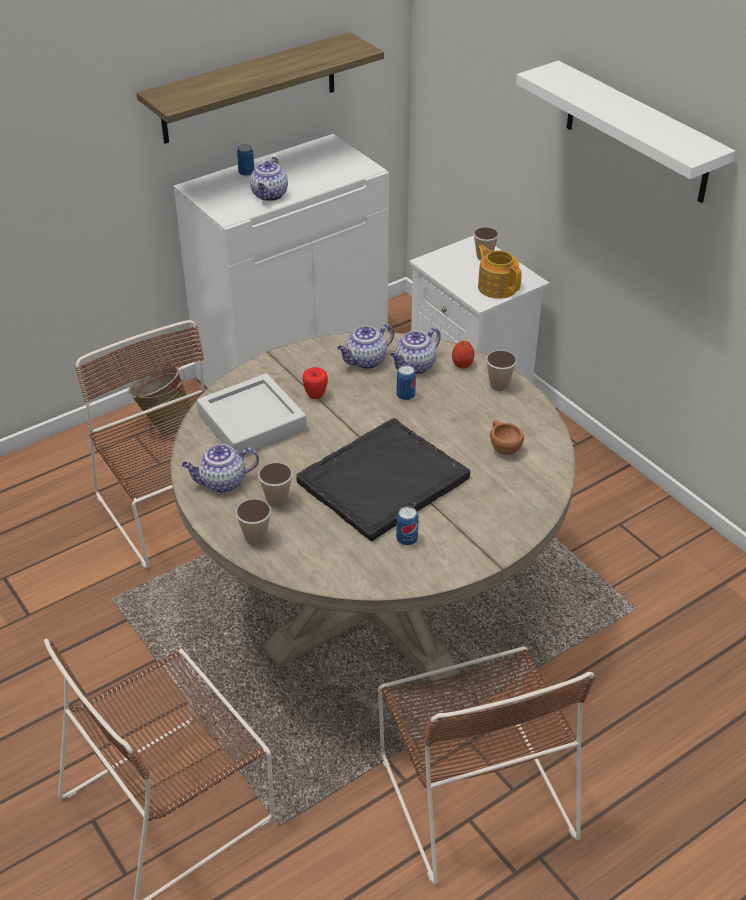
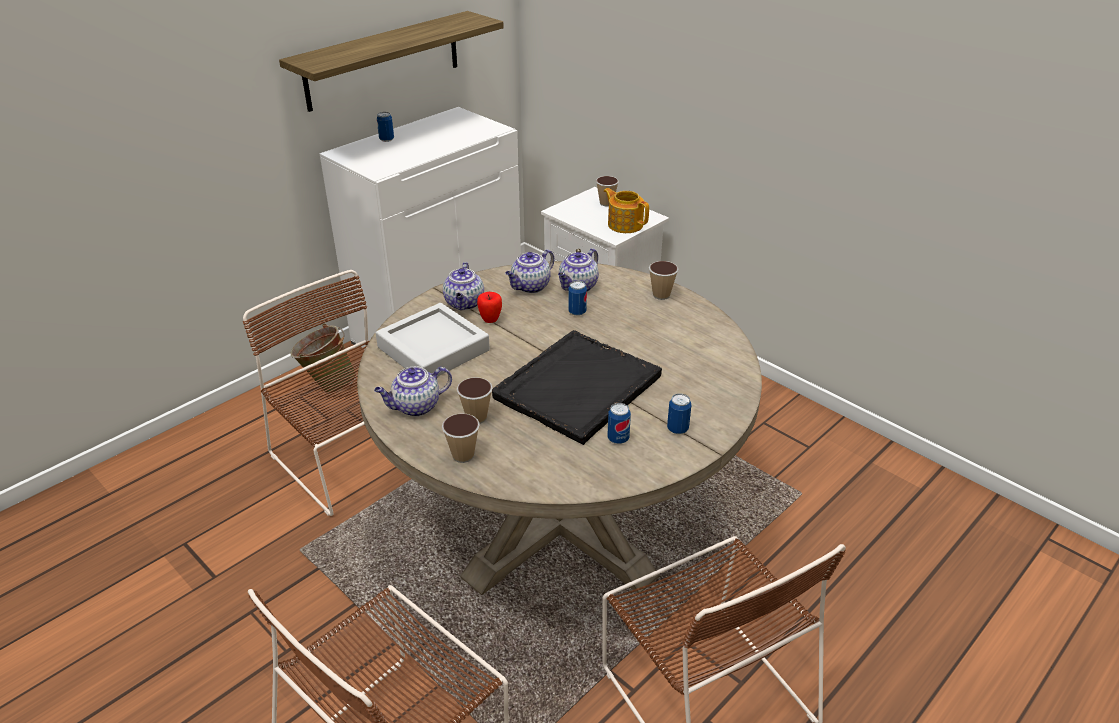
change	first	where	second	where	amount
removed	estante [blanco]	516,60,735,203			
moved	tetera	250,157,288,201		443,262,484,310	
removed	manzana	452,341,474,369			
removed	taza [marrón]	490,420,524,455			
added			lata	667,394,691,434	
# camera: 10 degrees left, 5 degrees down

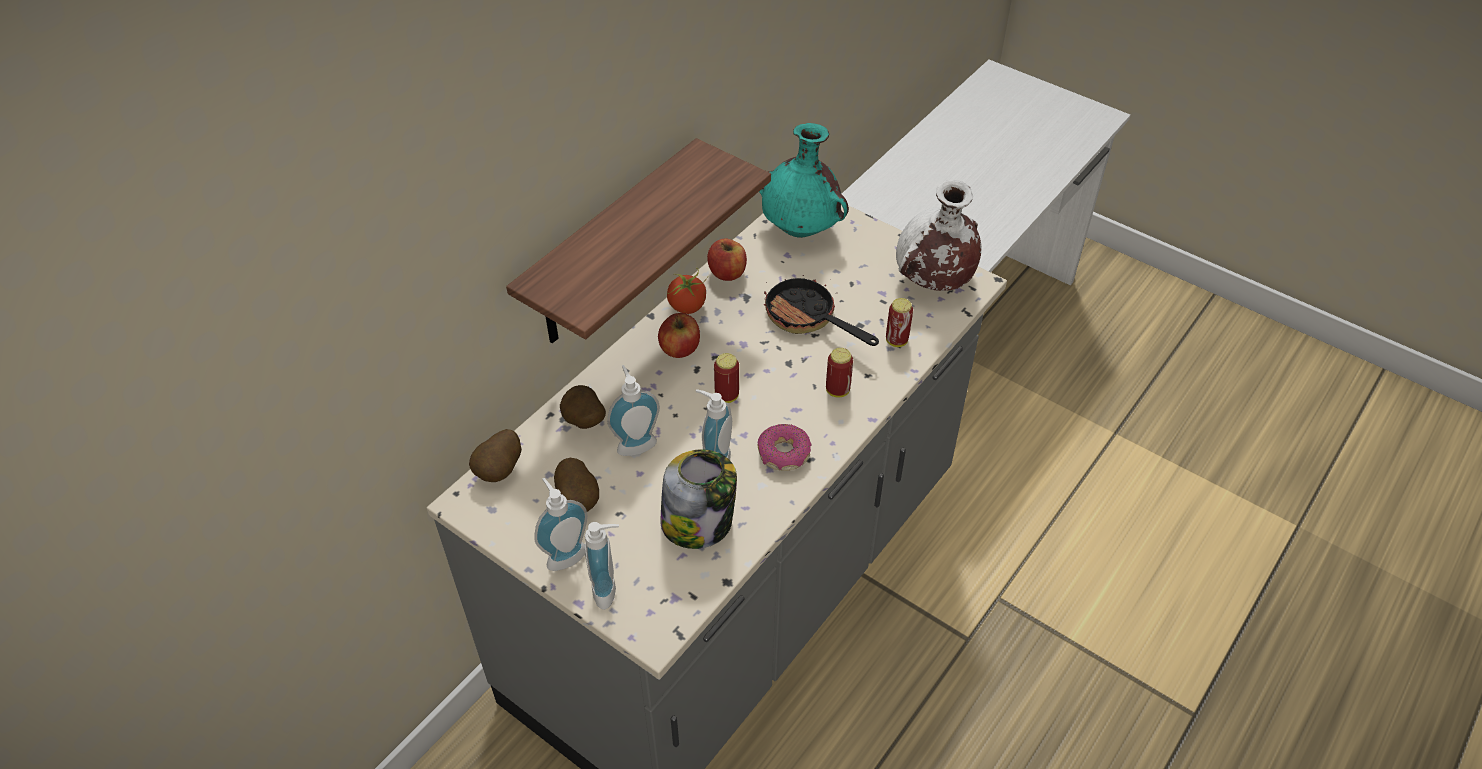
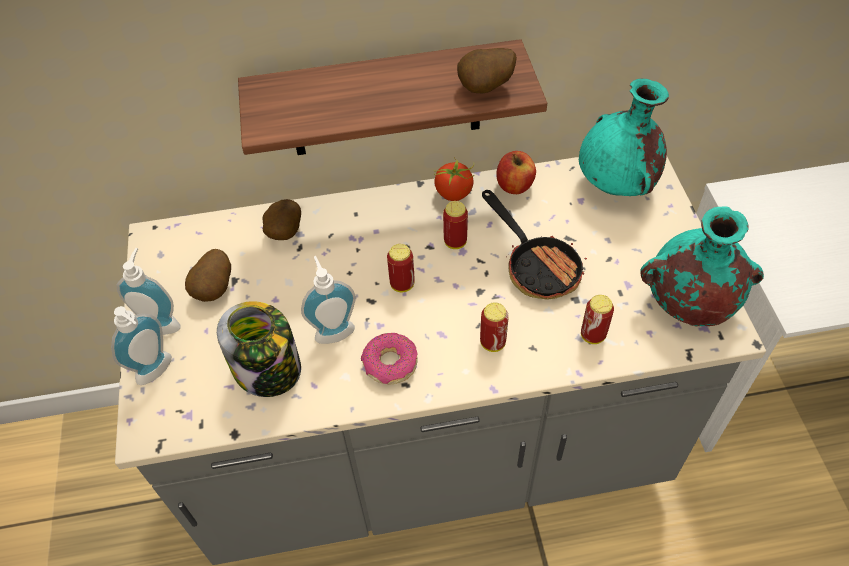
change	first	where	second	where	amount
recoloured	florero [blanco]	896,180,982,291	florero [turquesa]	640,207,764,326	
turned	sartén	764,275,879,346		482,190,587,300	150 degrees clockwise
removed	manzana	658,313,700,358			
removed	dispensador de jabón	607,365,660,456			
moved	patata	469,429,521,482		457,48,517,93	
added			lata	443,201,468,249	
# camera: 45 degrees right, 5 degrees up

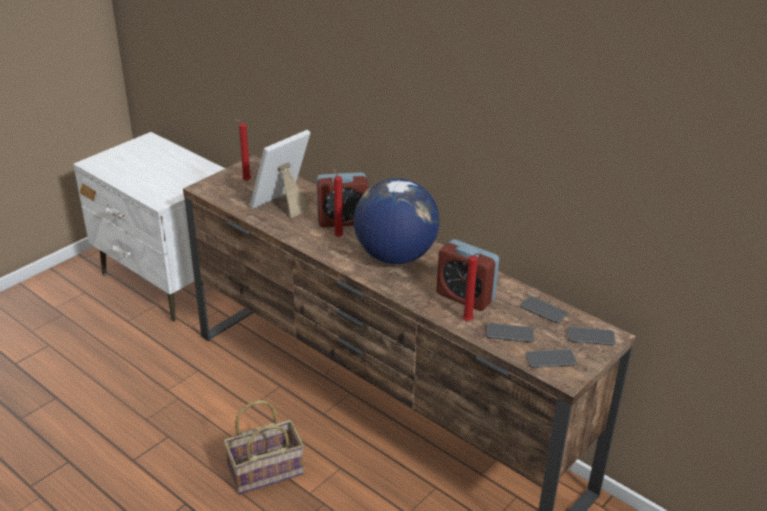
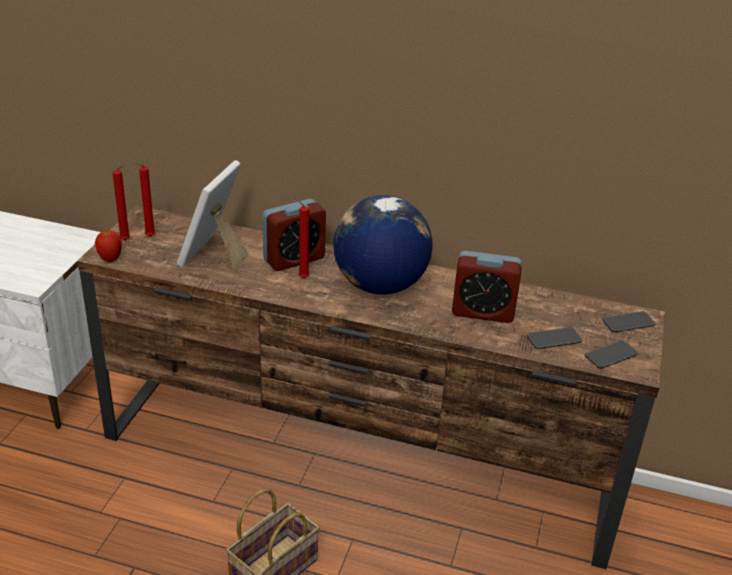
change	first	where	second	where	amount
moved	vela [rojo]	463,253,482,321		113,165,130,240	
removed	móvil	520,296,568,323			
added			manzana	95,230,122,262	
# camera: 25 degrees left, 0 degrees up

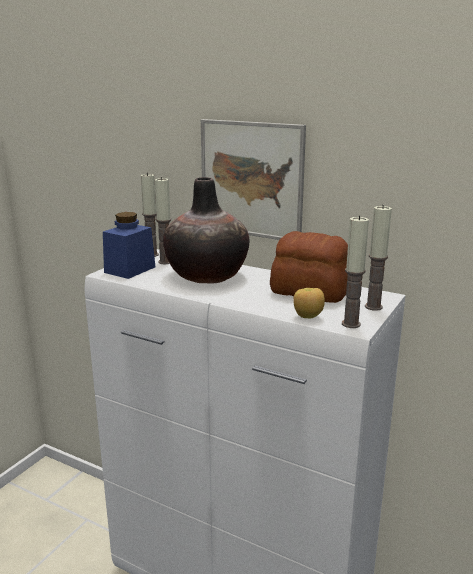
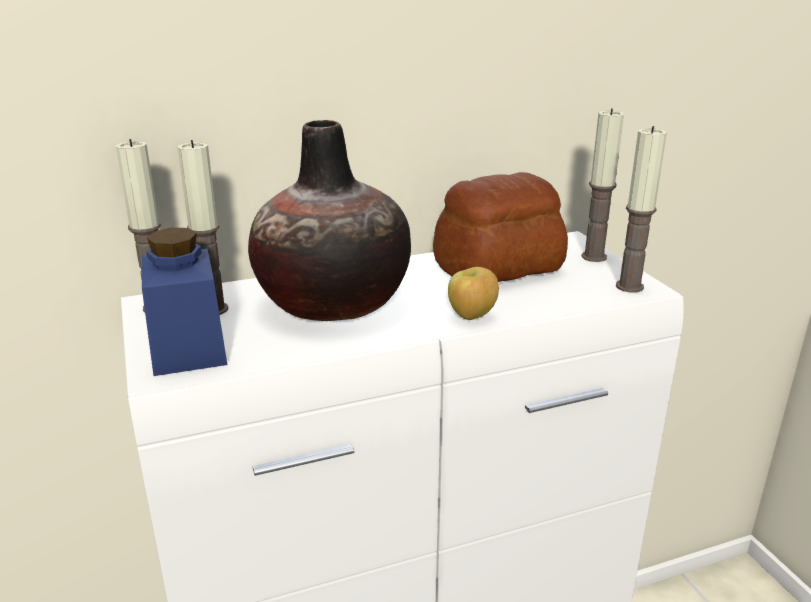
change	first	where	second	where	amount
removed	cuadro	201,119,306,240			
moved	manzana	293,288,325,319		448,267,499,320	
# camera: 50 degrees left, 5 degrees up

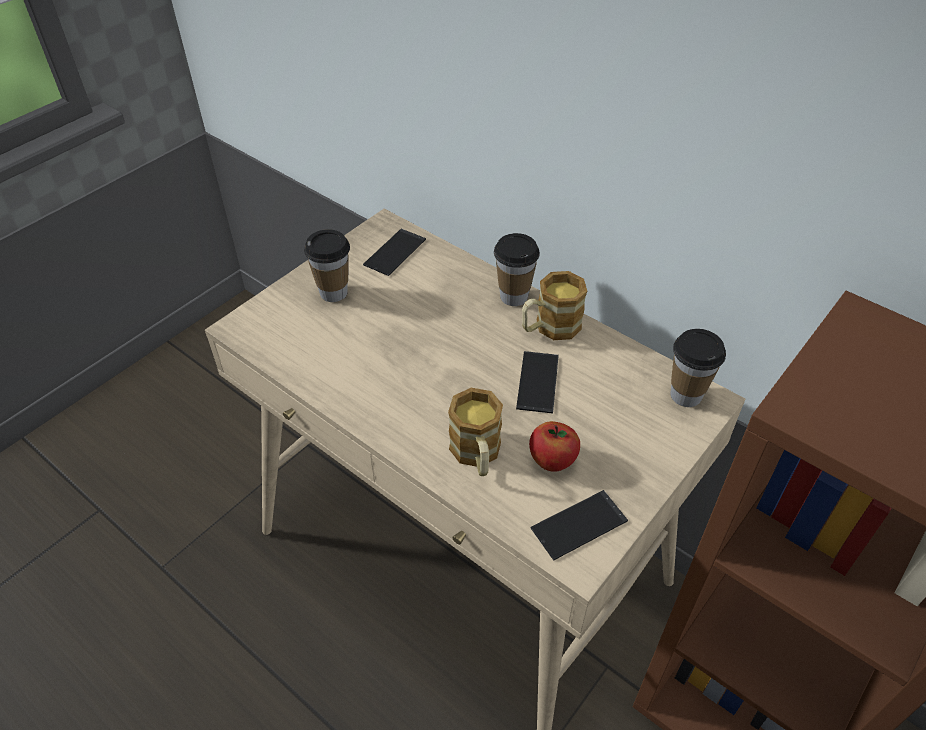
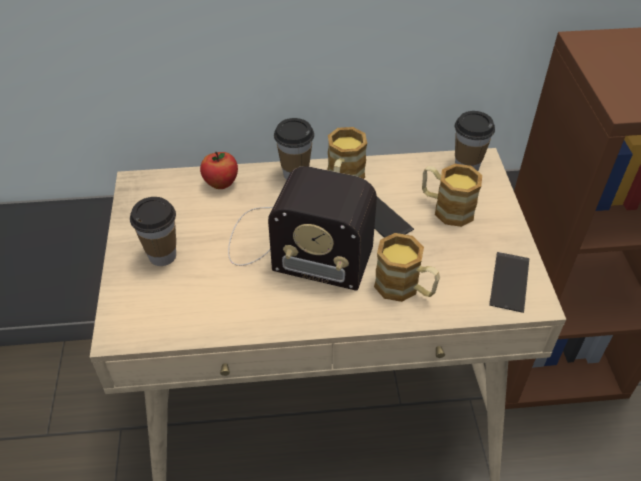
change	first	where	second	where	amount
removed	móvil	363,229,426,276			
moved	manzana	529,421,580,472		200,152,238,189	
added			taza grande	422,164,482,227	
added			radio	228,166,377,291	
# camera: 45 degrees left, 0 degrees up

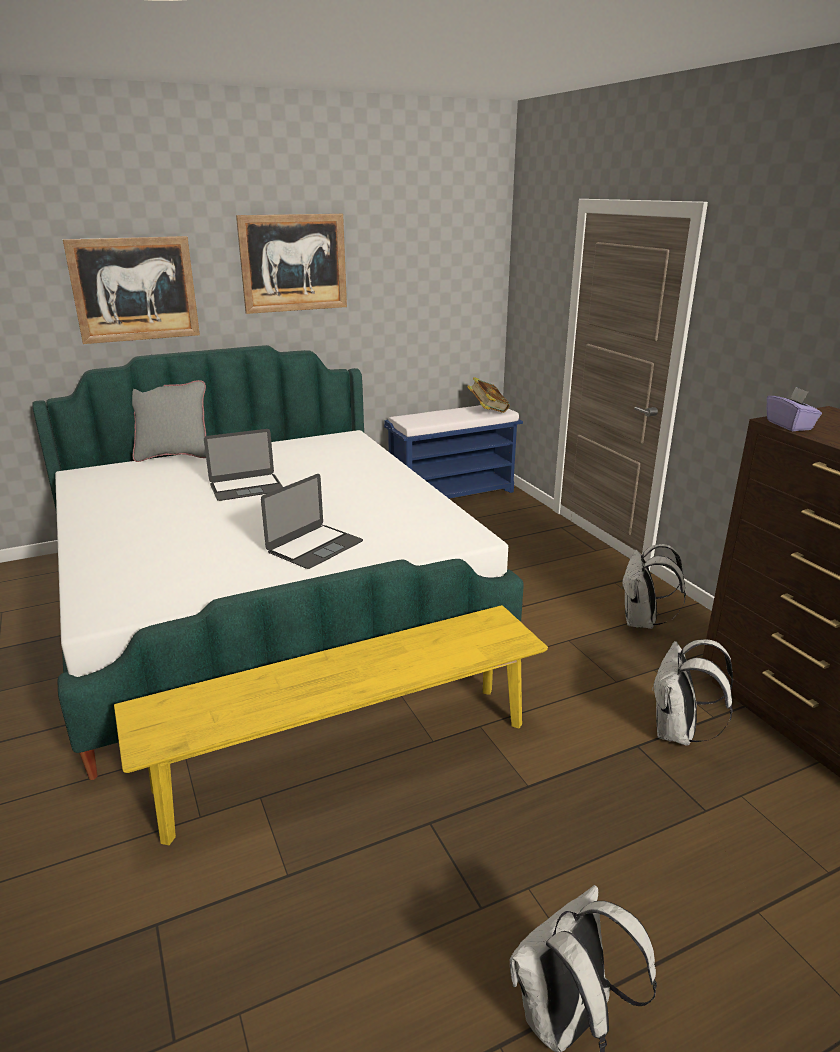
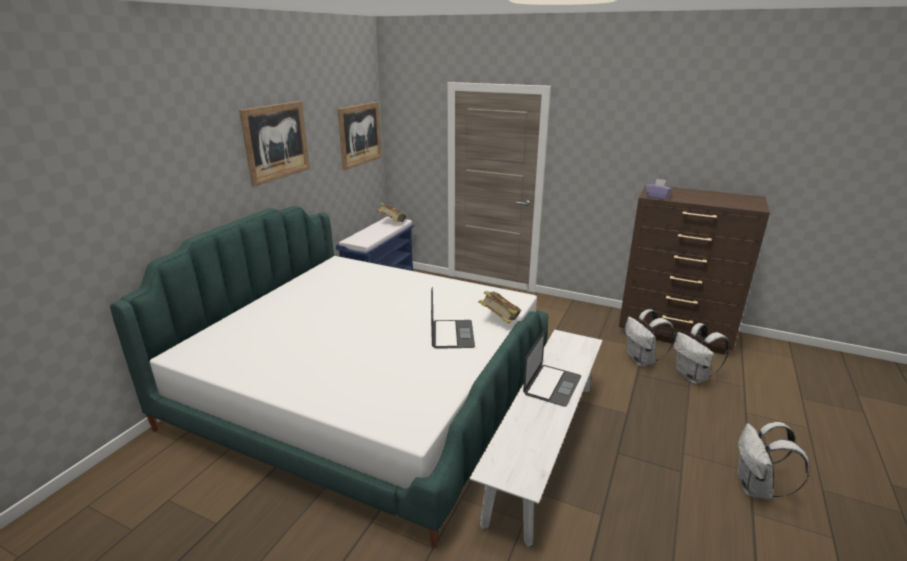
change	first	where	second	where	amount
moved	cuadro	63,236,200,344		337,102,382,170	
removed	cojín [gris]	132,380,206,462			
moved	portátil	204,429,283,501		523,331,581,407	
moved	mochila [blanco]	621,544,686,629		674,323,729,384	
recoloured	banco [amarillo]	114,605,548,845	banco [blanco]	470,330,603,547	
added			libro	478,291,521,323	
# camera: 40 degrees left, 0 degrees up

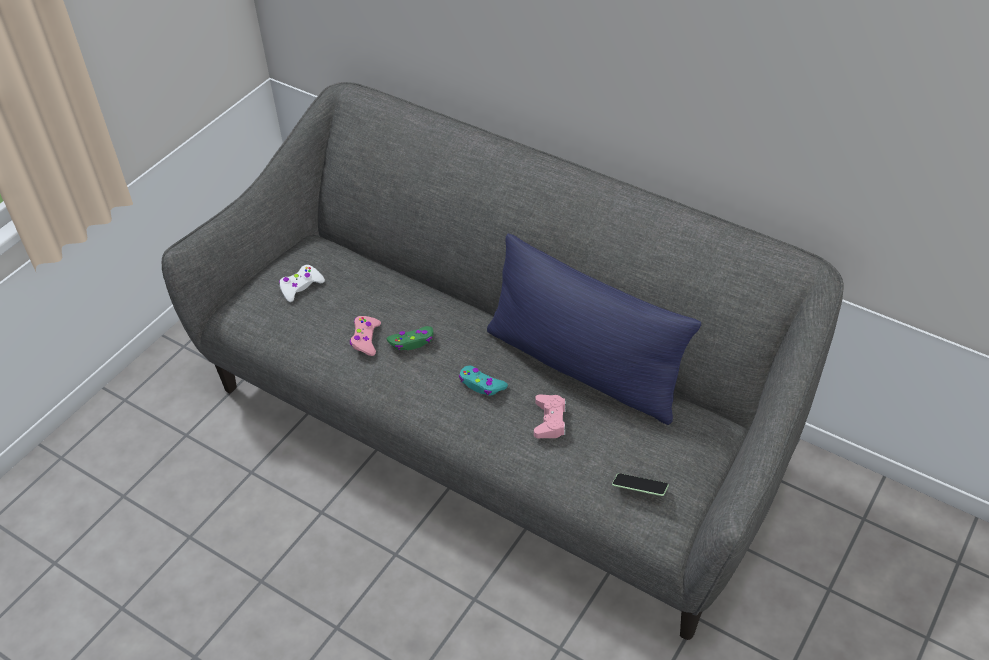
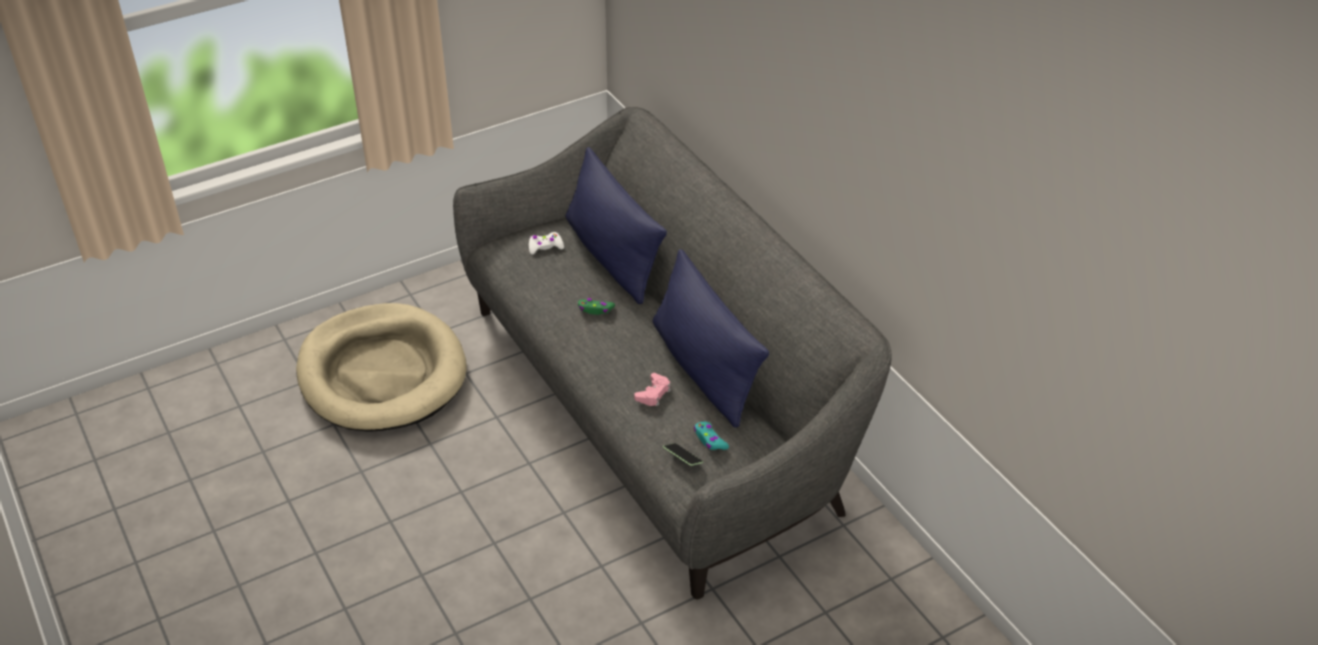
change	first	where	second	where	amount
removed	mando de consola [rosa]	350,316,381,356			
moved	mando de consola [turquesa]	459,366,508,396		694,422,729,450	
added			cojín [azul]	566,147,667,304	
added			cama para perro [beis]	296,303,467,432	
# camera: 25 degrees right, 5 degrees down

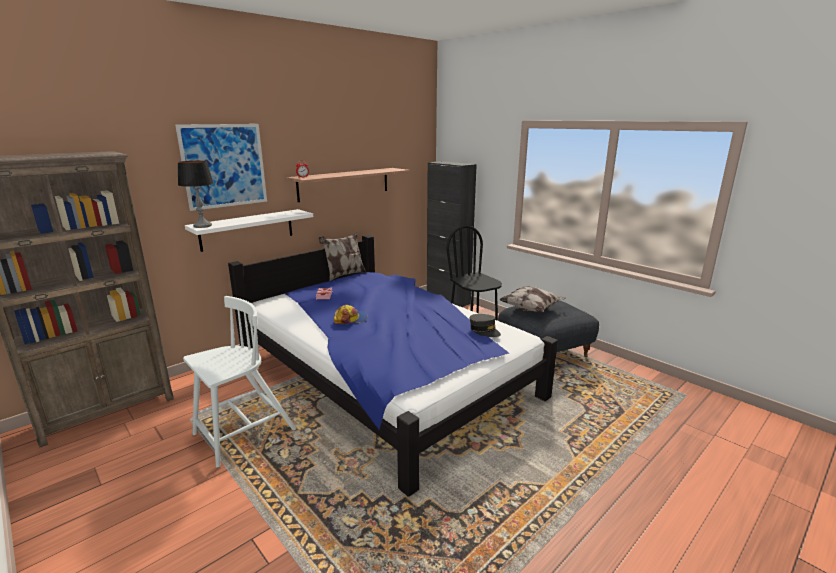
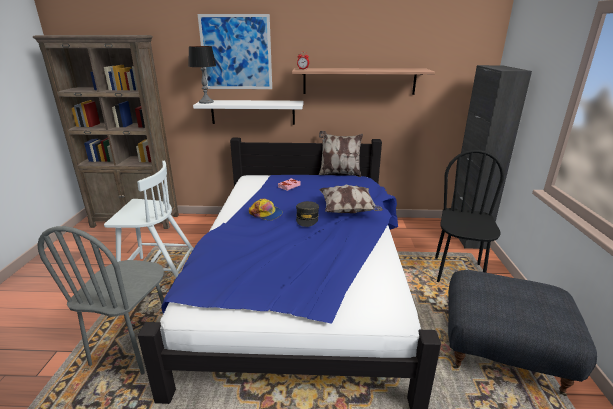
change	first	where	second	where	amount
moved	cojín	499,286,566,312		319,184,383,213	
moved	gorra [gris]	469,314,501,337		296,201,319,227	
added			silla [gris]	37,226,164,374	
# camera: 45 degrees right, 5 degrees up

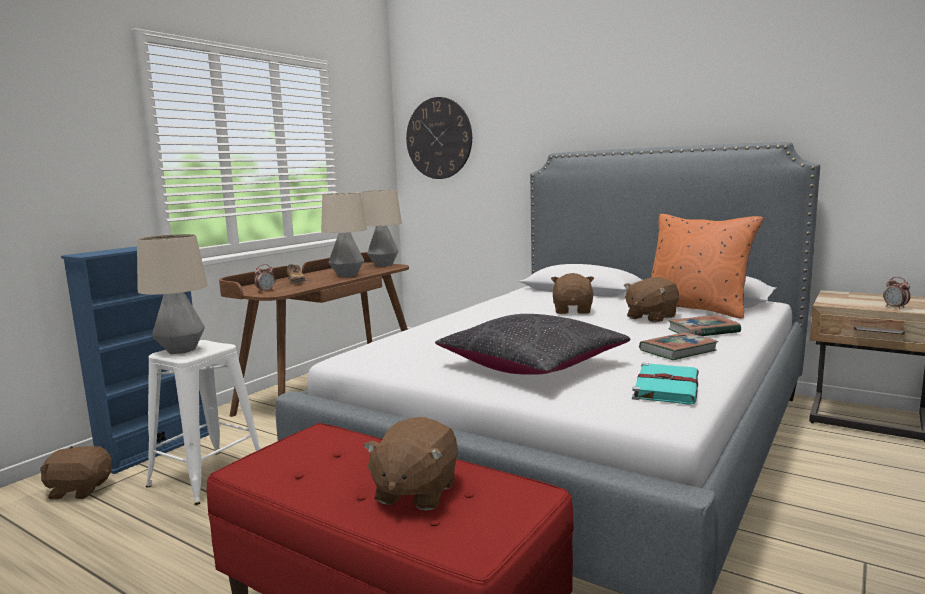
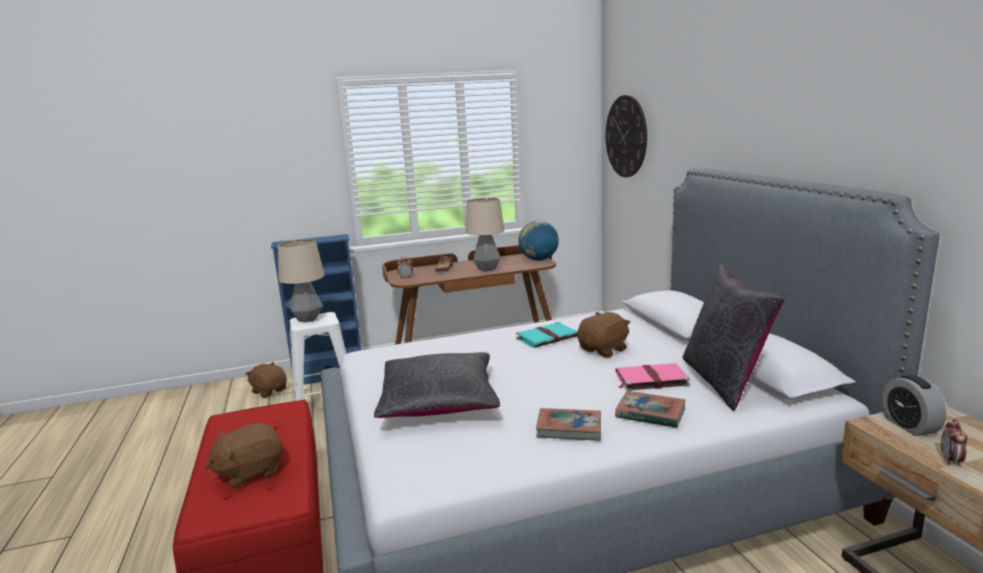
change	first	where	second	where	amount
replaced	lámpara de mesa	362,190,402,266	globo terráqueo	518,220,559,261	
recoloured	cojín [naranja]	651,214,763,319	cojín [negro]	683,265,785,411	
replaced	peluche [marrón]	624,277,679,323	libro [rosa]	615,363,690,391	
moved	libro [turquesa]	632,363,699,405		516,322,577,348	
added			despertador	881,375,946,436	
# camera: 40 degrees right, 5 degrees up

